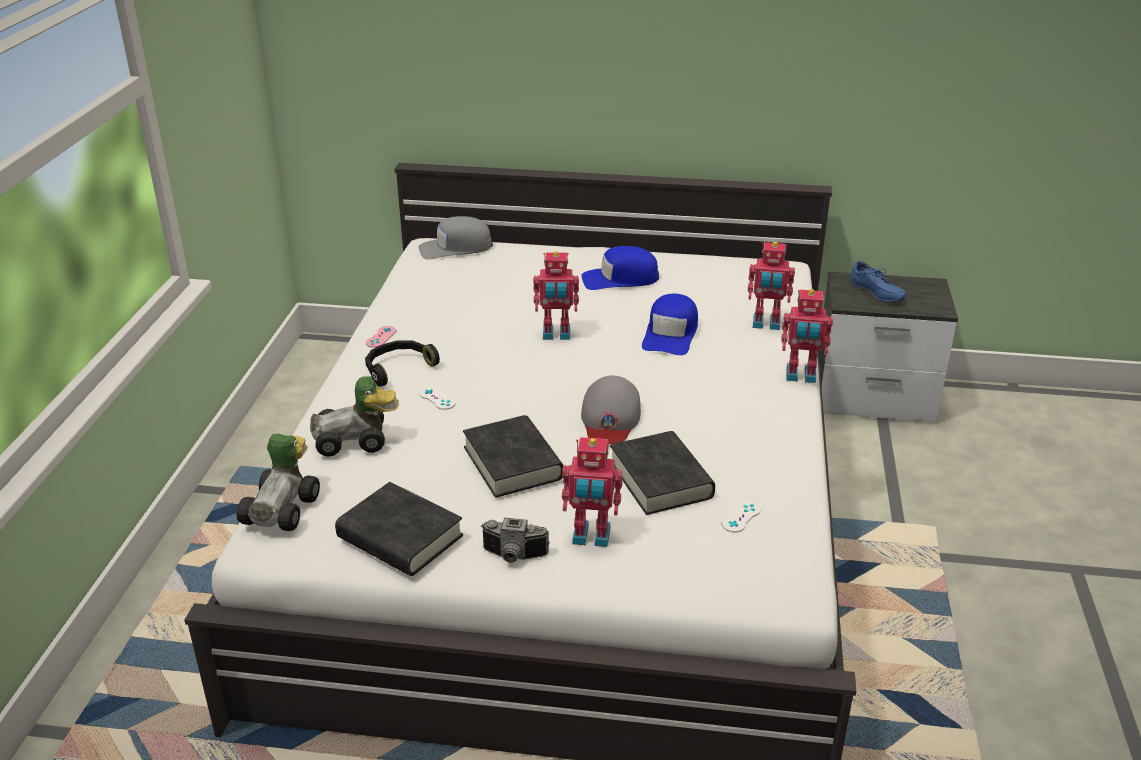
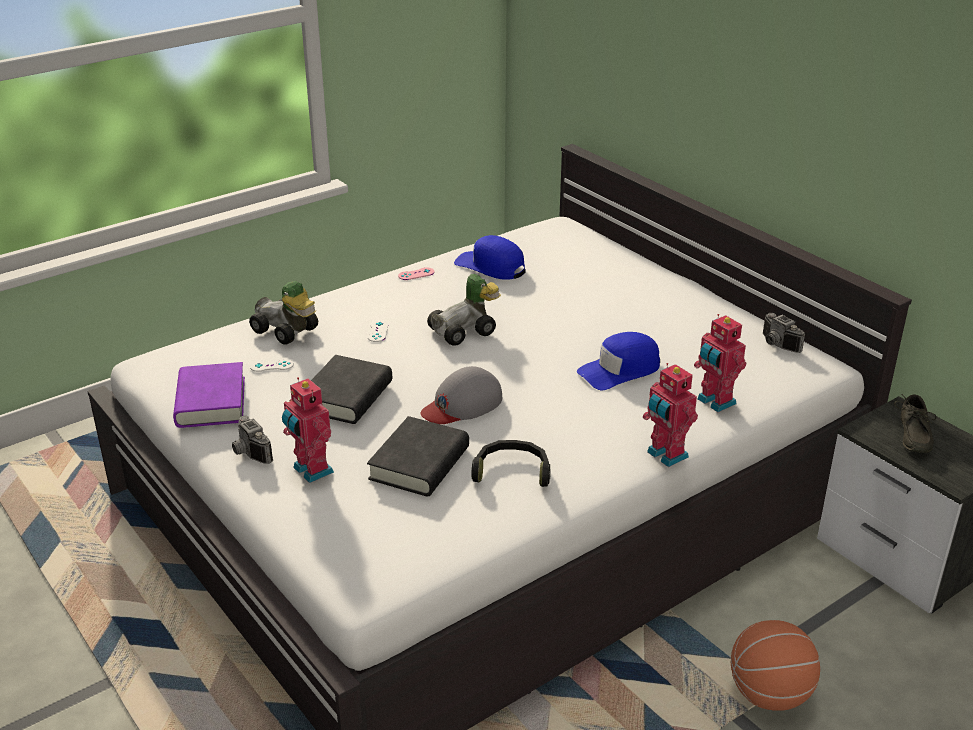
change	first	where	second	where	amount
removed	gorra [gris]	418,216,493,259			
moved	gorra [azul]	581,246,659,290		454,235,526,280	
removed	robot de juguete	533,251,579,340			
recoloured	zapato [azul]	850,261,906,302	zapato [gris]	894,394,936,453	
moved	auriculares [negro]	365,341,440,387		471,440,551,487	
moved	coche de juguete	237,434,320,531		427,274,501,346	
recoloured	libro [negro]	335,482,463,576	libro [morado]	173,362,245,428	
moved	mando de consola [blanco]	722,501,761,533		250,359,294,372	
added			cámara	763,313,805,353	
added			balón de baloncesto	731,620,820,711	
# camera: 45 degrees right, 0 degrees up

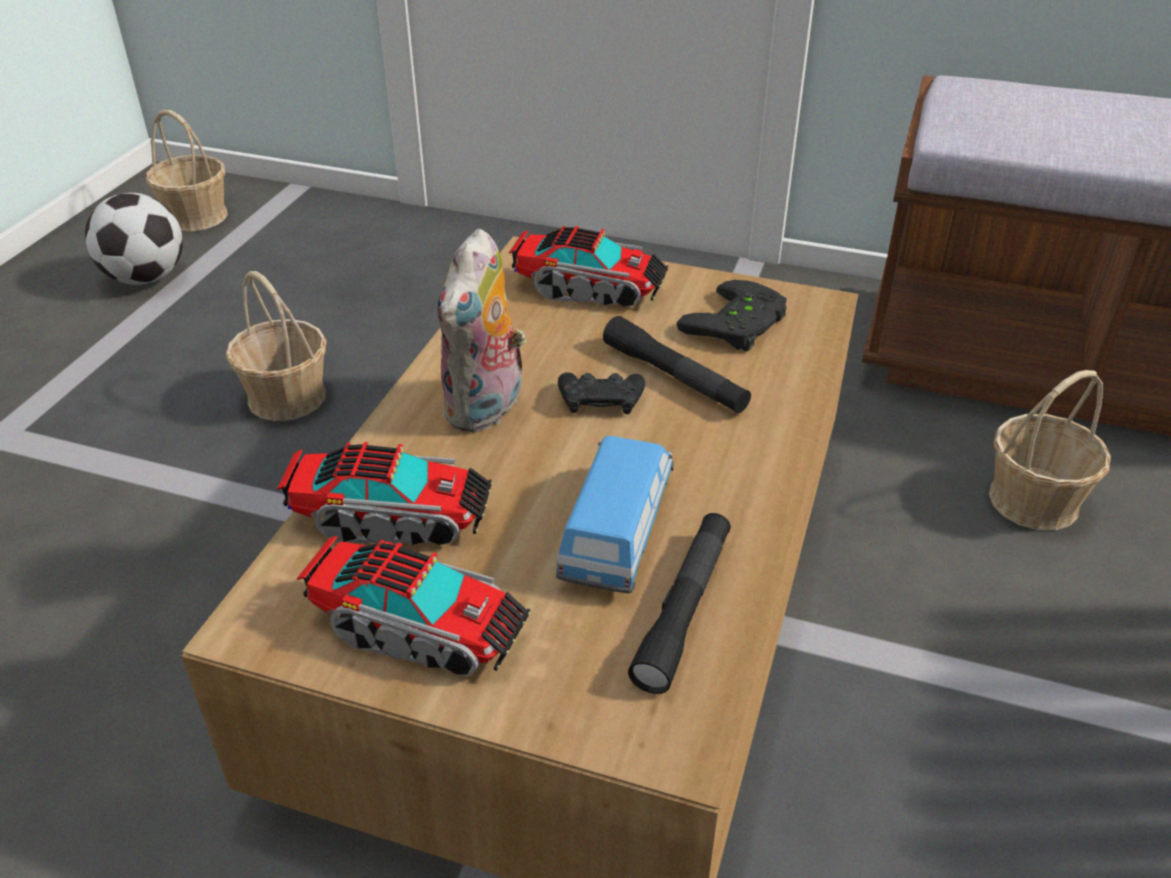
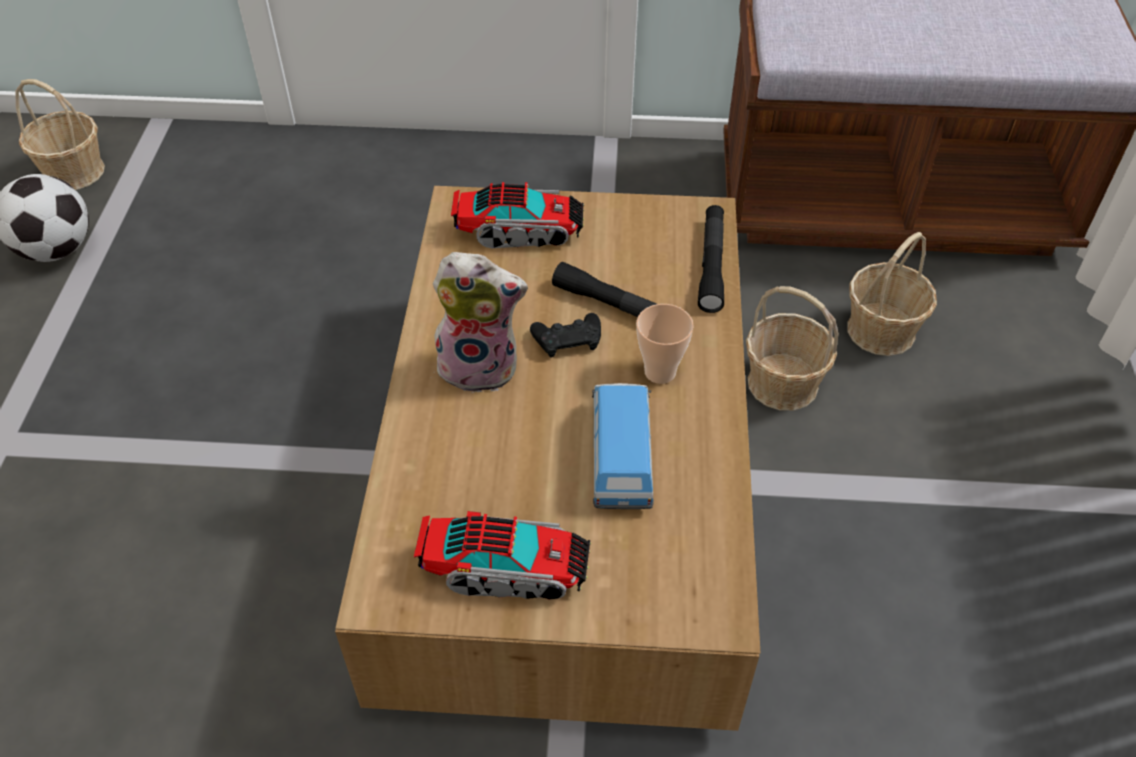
change	first	where	second	where	amount
turned	peluche	437,228,526,433		433,252,528,393	90 degrees counterclockwise
moved	cesta	226,271,327,421		746,286,838,411	
removed	mando de consola [negro]	676,280,787,352			
removed	camión de juguete	277,442,493,545			
moved	linterna [negro]	628,513,731,694		698,205,724,313	
added			taza	636,304,694,384	
# camera: 15 degrees left, 10 degrees up

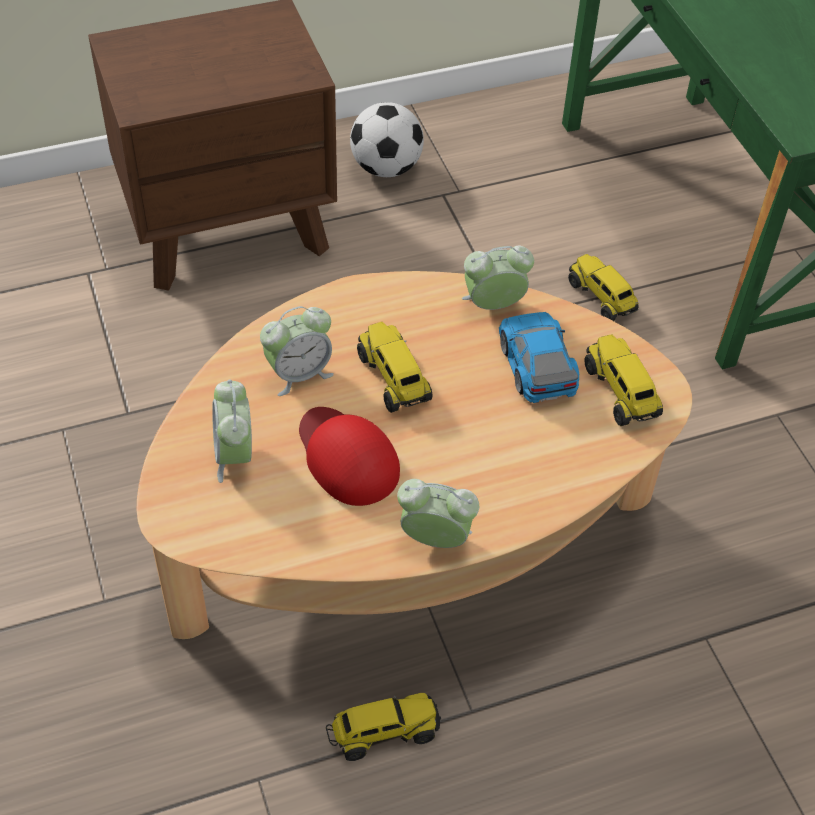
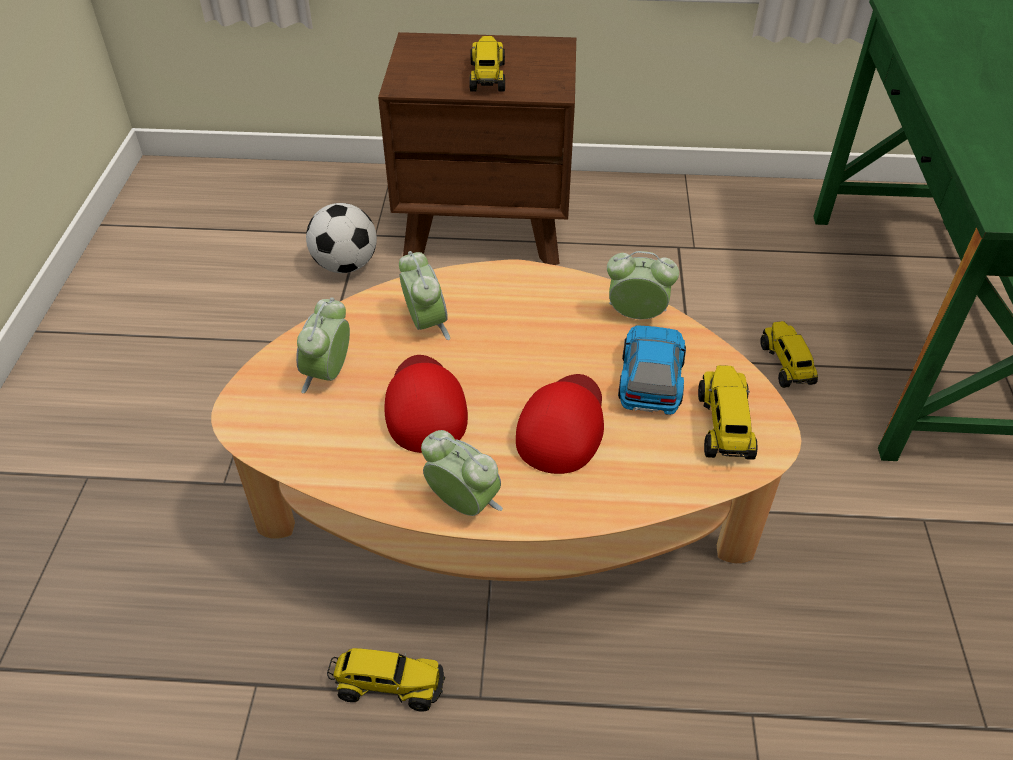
change	first	where	second	where	amount
moved	balón de fútbol	350,102,424,177		306,203,377,273	
turned	despertador	260,306,334,396		399,251,450,340	105 degrees counterclockwise
moved	camión de juguete	357,322,433,413		469,36,505,92	
added			gorra [rojo]	516,374,604,474	
# camera: 25 degrees right, 5 degrees down

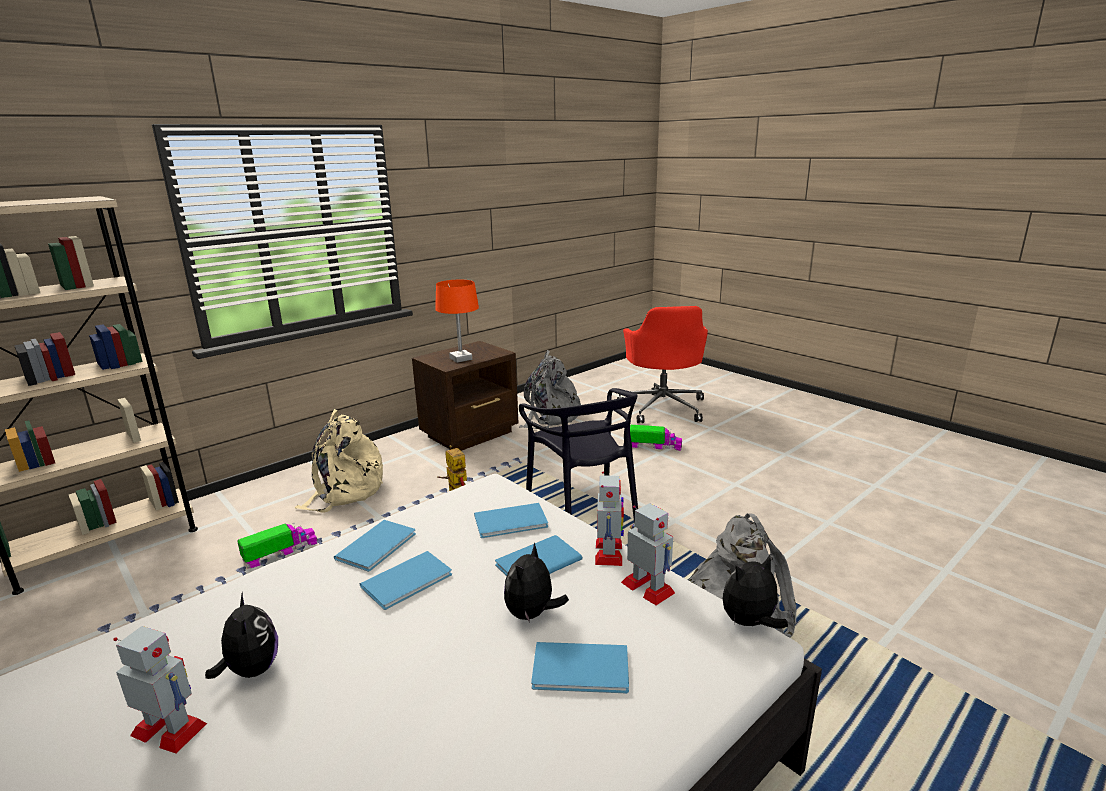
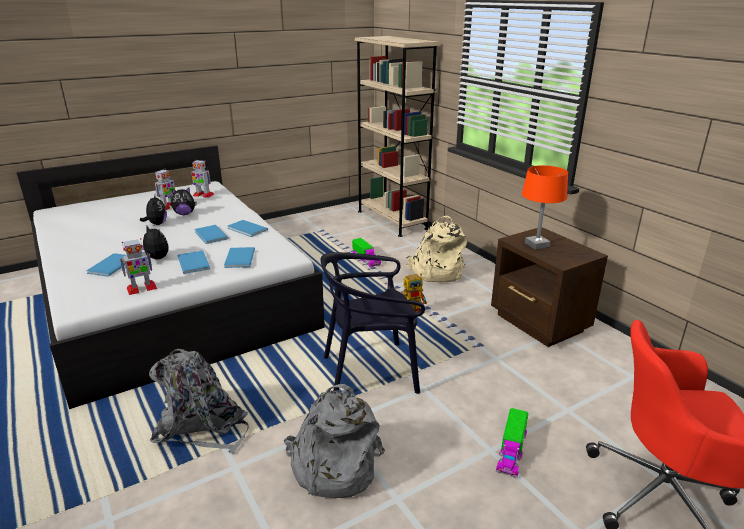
change	first	where	second	where	amount
moved	mochila [gris]	519,350,581,429		284,384,385,498	
moved	robot de juguete	595,472,624,566		191,160,214,198	
moved	peluche	723,555,788,629		140,195,167,225	
# camera: 100 degrees right, 5 degrees up

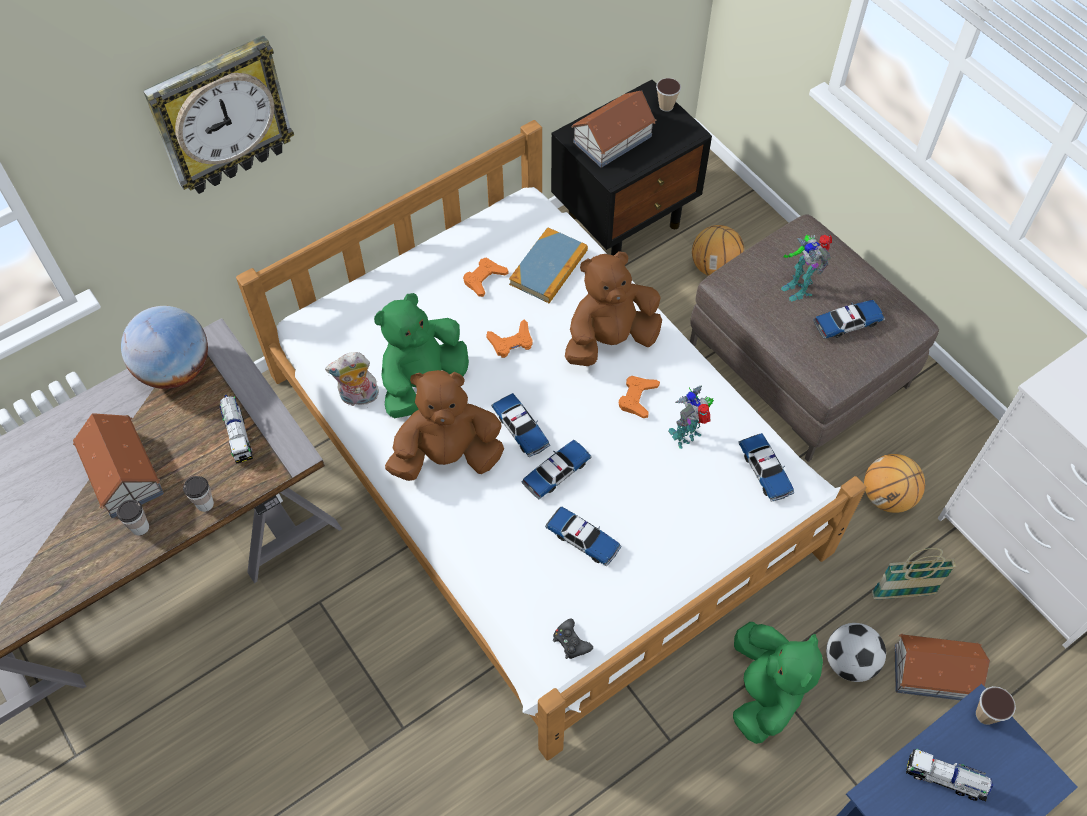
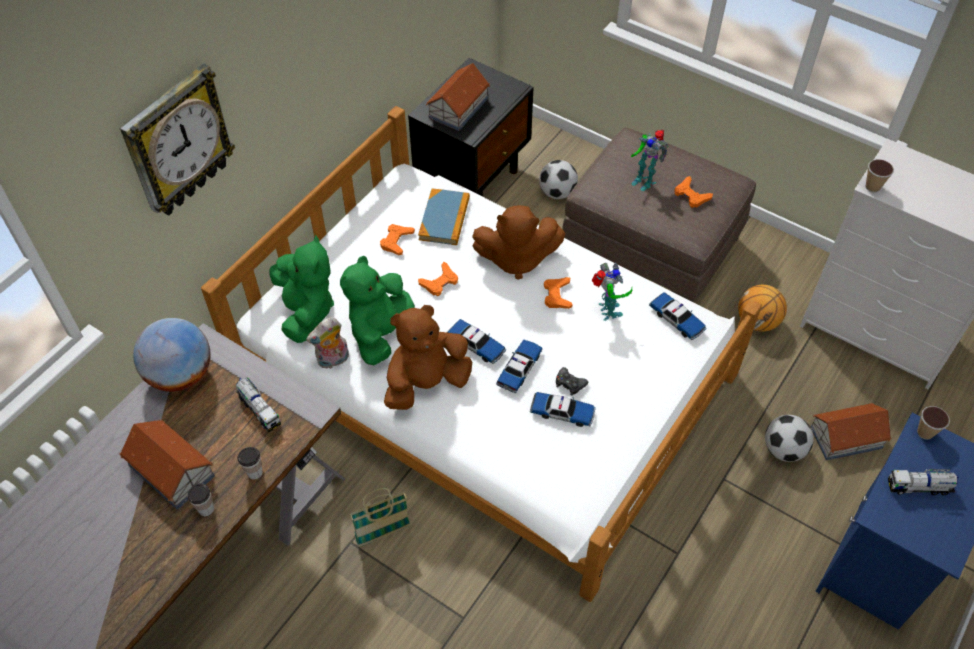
change	first	where	second	where	amount
moved	taza	656,78,681,112		865,159,894,192	
replaced	balón de baloncesto	692,225,744,276	balón de fútbol	539,160,578,199	
turned	peluche [marrón]	565,251,662,366		472,205,565,280	135 degrees counterclockwise
replaced	coche de juguete	813,300,885,339	mando de consola [naranja]	675,176,713,208	
turned	robot de juguete	668,385,714,449		591,262,632,321	135 degrees clockwise
moved	cesta	872,548,956,599		350,488,410,547	
moved	mando de consola [negro]	553,618,593,659		556,367,588,396	
moved	peluche [verde]	733,622,823,744		270,235,334,343	
# camera: 20 degrees left, 5 degrees down

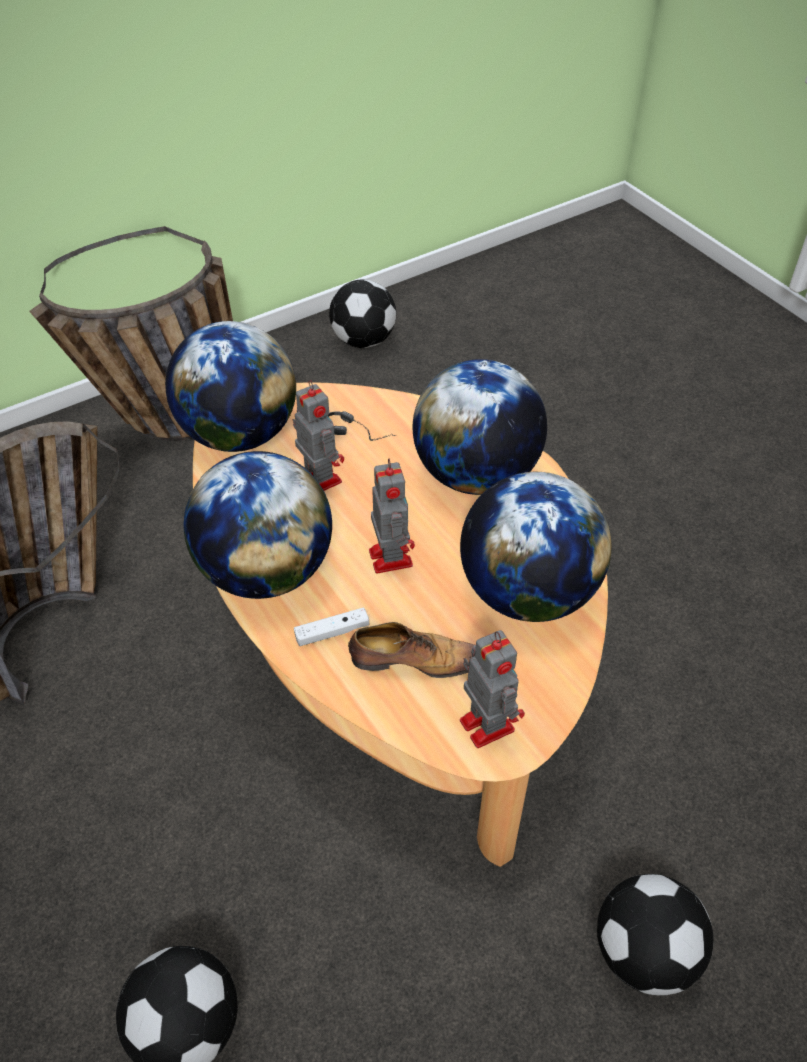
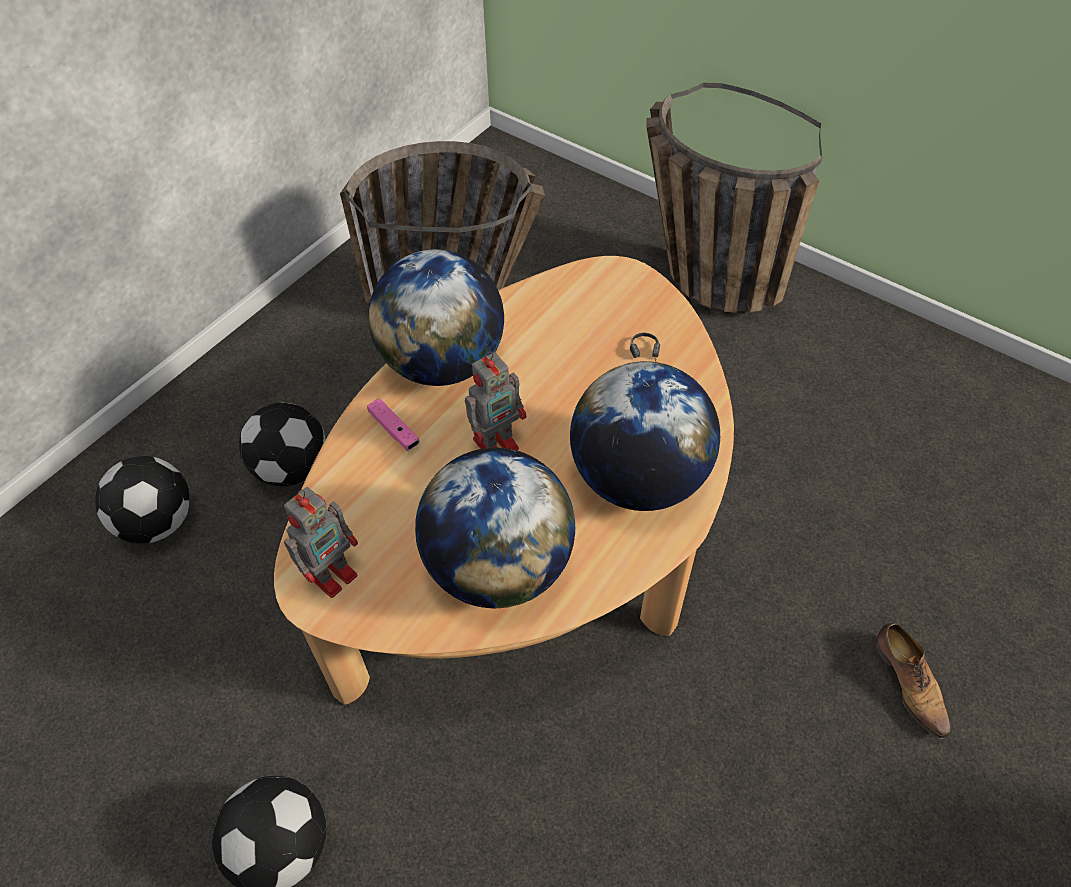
change	first	where	second	where	amount
moved	balón de fútbol	329,279,396,348		239,403,326,486	
removed	globo terráqueo	165,321,296,452			
removed	robot de juguete	293,380,344,491			
recoloured	mando de consola [blanco]	294,607,369,646	mando de consola [rosa]	367,398,420,451	
moved	zapato	348,622,474,678		876,623,951,739	
# camera: 70 degrees right, 5 degrees up

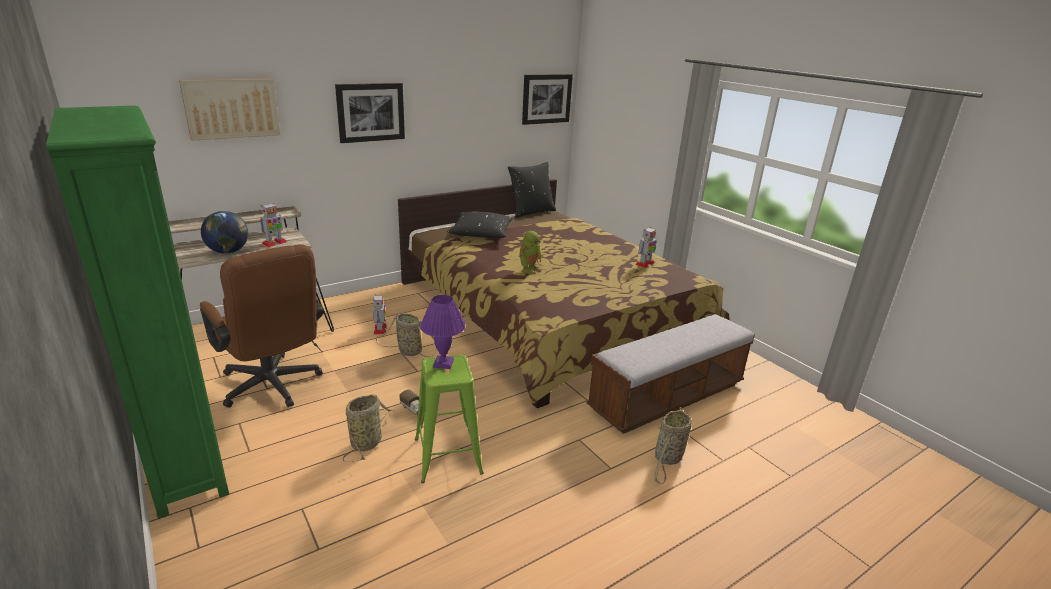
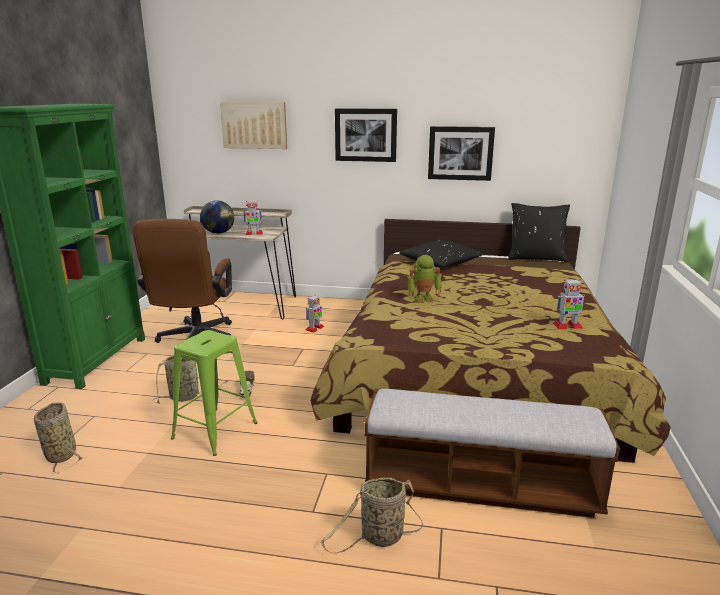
change	first	where	second	where	amount
moved	cuadro	522,74,573,125		428,126,495,181	
removed	lámpara de mesa [morado]	420,295,466,369			
moved	cesta	376,313,437,357		34,402,84,474	
# camera: 45 degrees right, 5 degrees down

